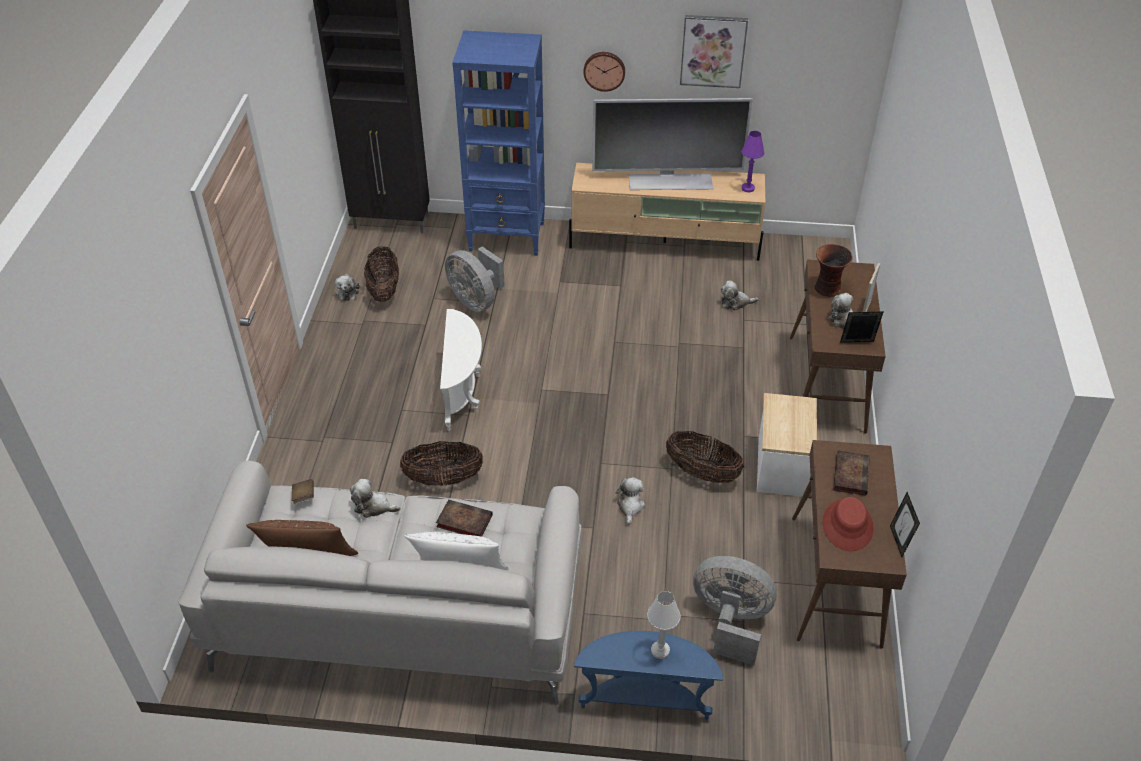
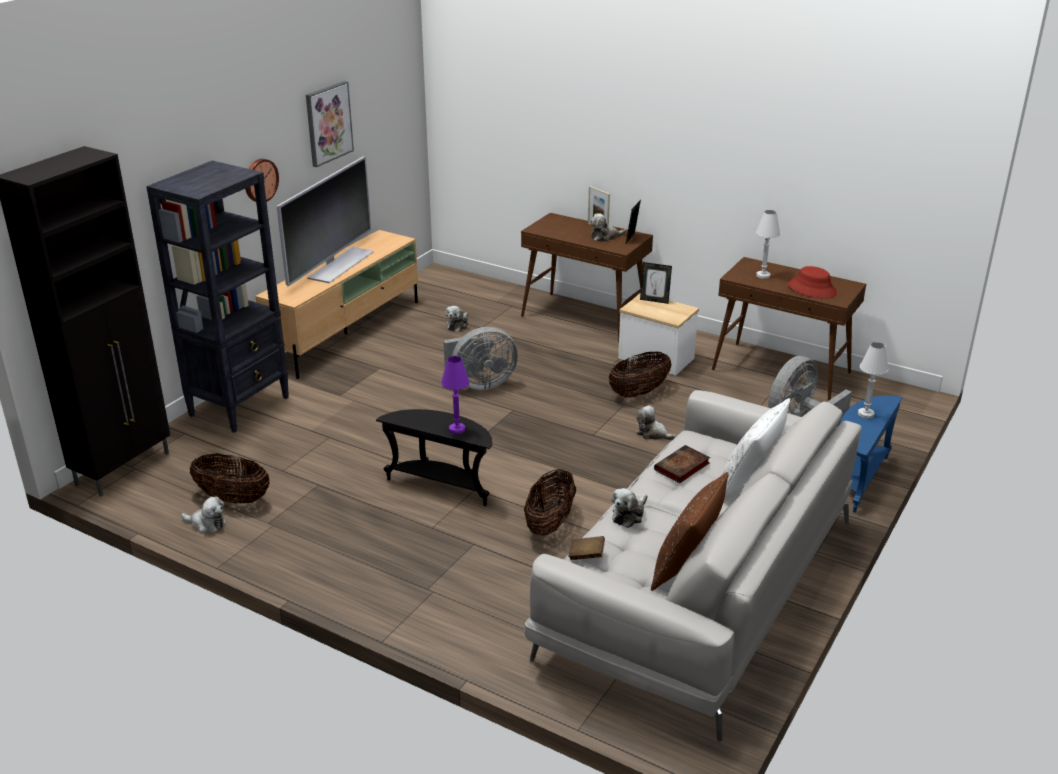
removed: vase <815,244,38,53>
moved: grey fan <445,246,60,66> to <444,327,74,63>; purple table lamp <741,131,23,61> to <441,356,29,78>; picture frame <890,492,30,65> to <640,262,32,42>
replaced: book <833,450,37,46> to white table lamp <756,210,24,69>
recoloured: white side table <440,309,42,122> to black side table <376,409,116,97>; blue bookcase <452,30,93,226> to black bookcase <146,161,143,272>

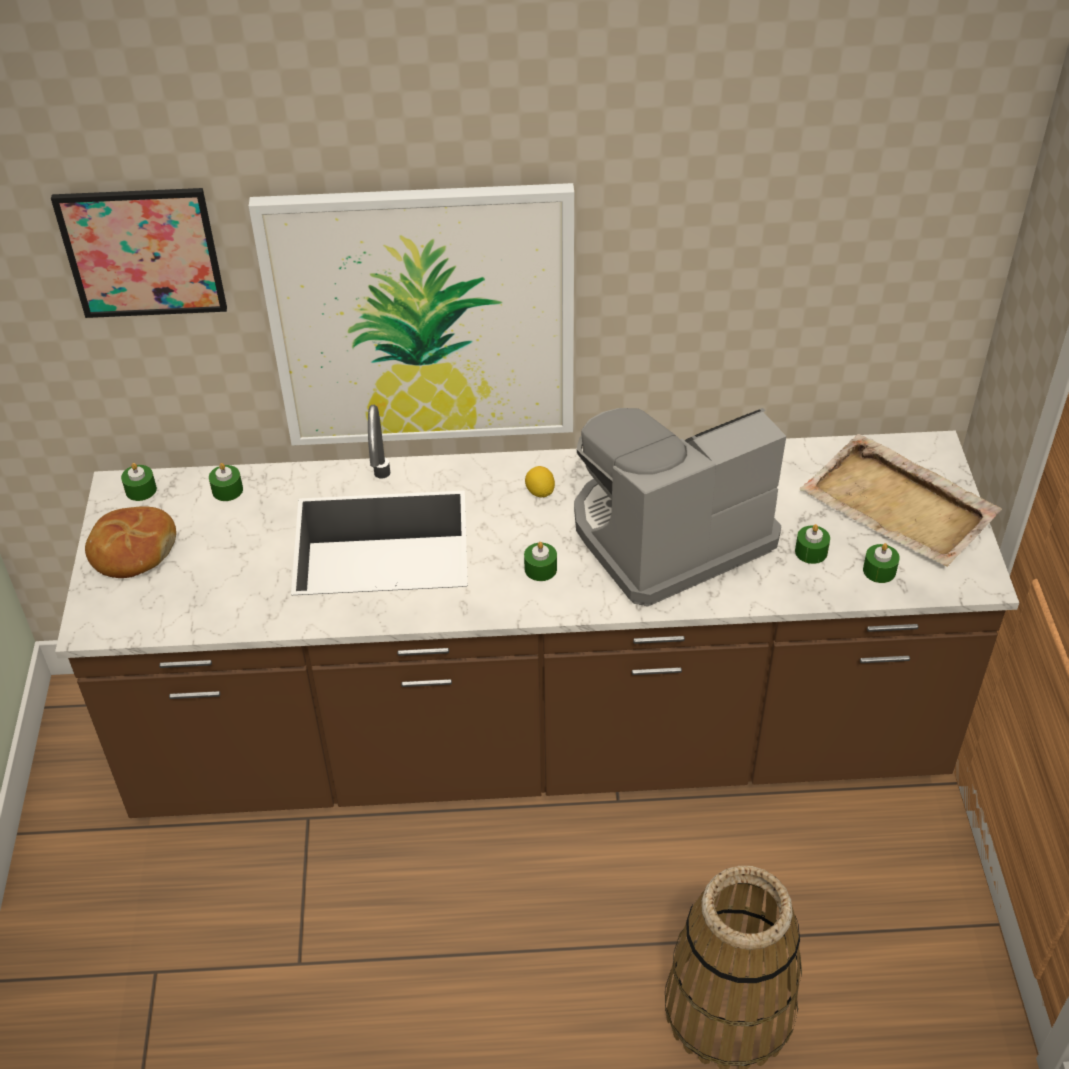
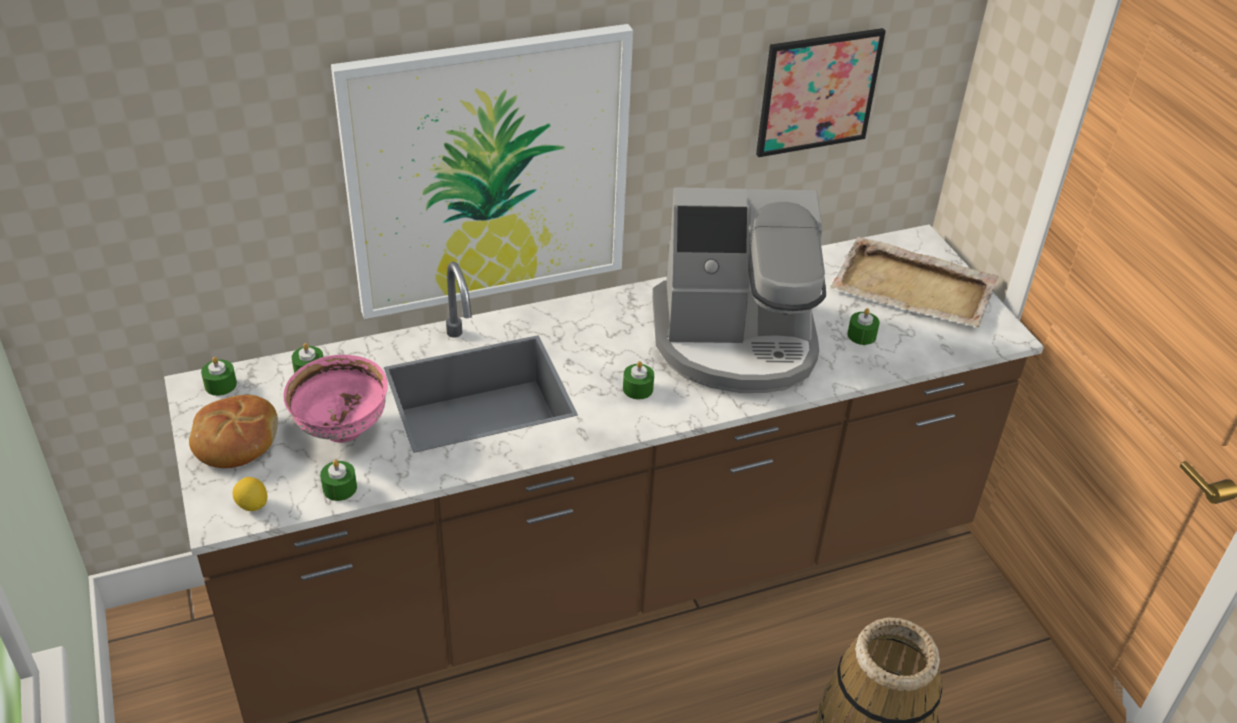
added: pink bowl <284,355,104,88>
moved: picture <51,188,176,130> to <756,28,130,129>; lemon <525,466,30,31> to <233,477,34,34>; green candle <863,543,37,40> to <320,460,37,41>
turned: coffee machine <574,408,212,199> = <652,187,174,206> 135 degrees counterclockwise

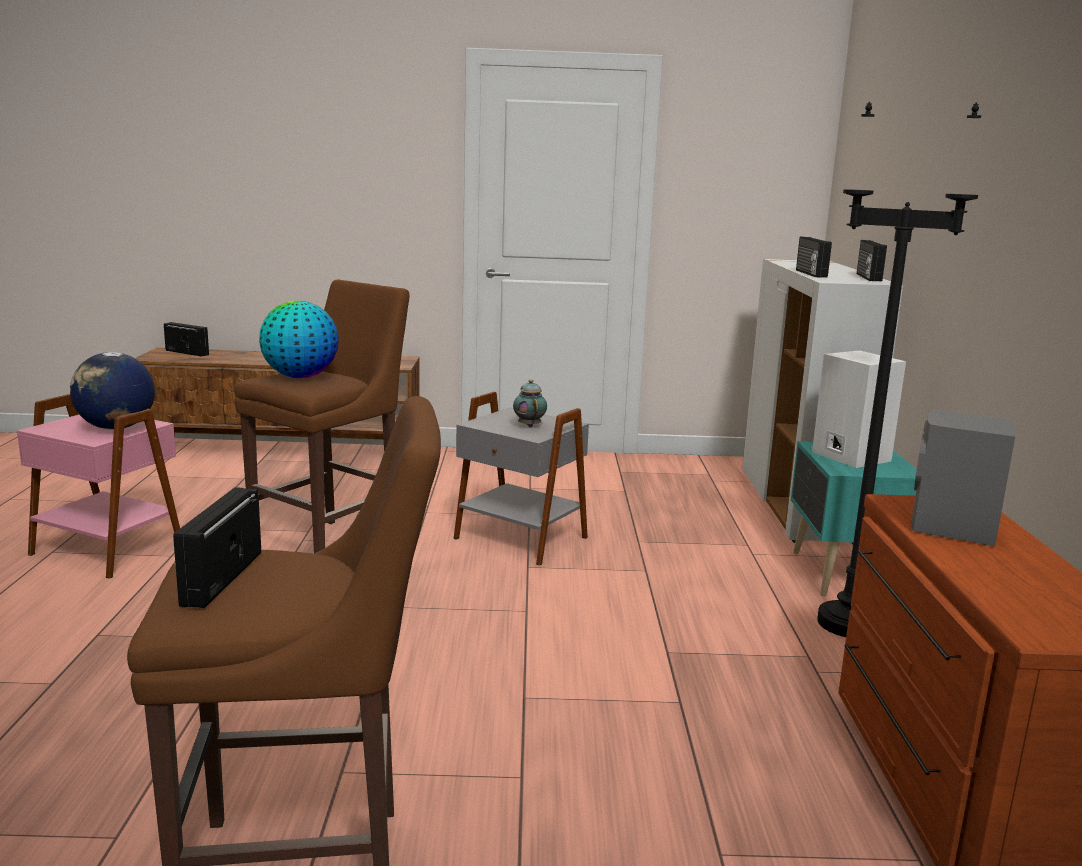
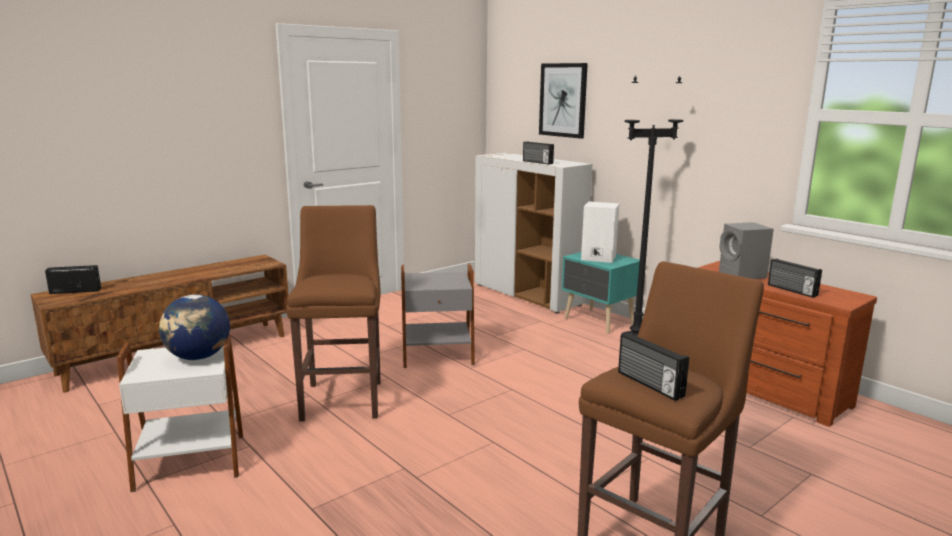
removed: globe <259,301,80,77>; teapot <513,379,34,48>
added: picture <539,63,49,76>
moved: radio <857,240,30,41> to <768,259,54,39>
recoloured: pink side table <17,394,163,185> to white side table <117,334,126,158>

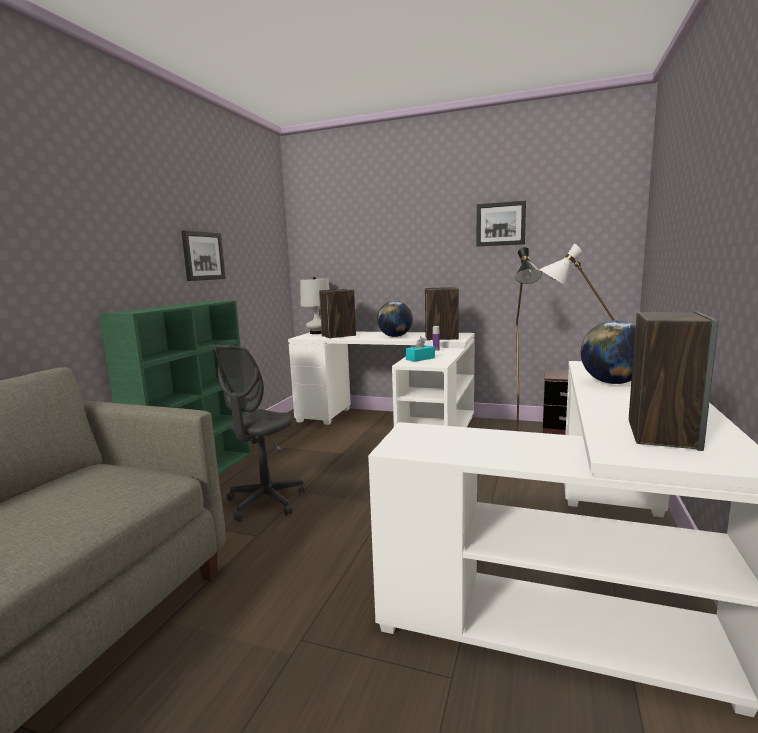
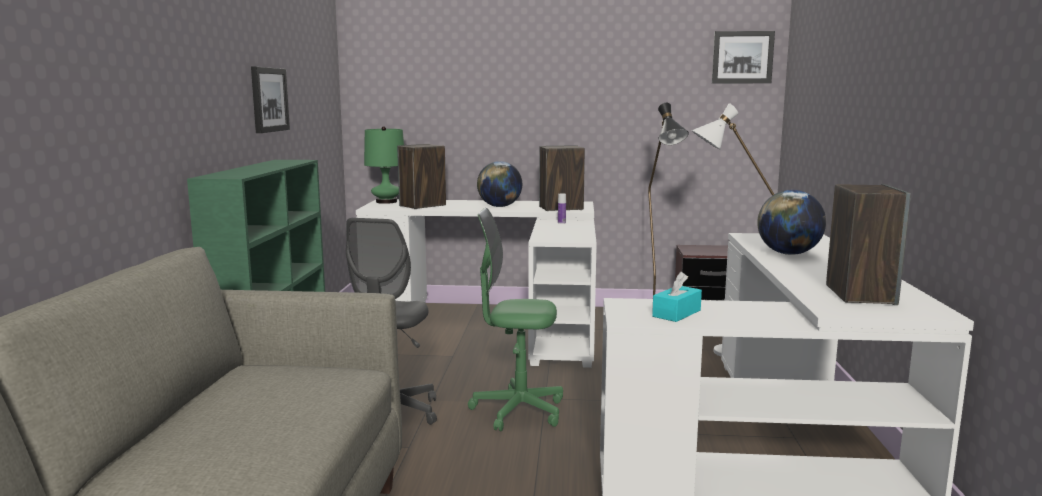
added: green office chair <468,208,95,223>
moved: turquoise tissue box <406,336,29,26> to <652,272,50,50>; picture <476,201,50,46> to <712,31,63,52>
recoloured: white table lamp <300,277,30,57> to green table lamp <364,126,40,78>

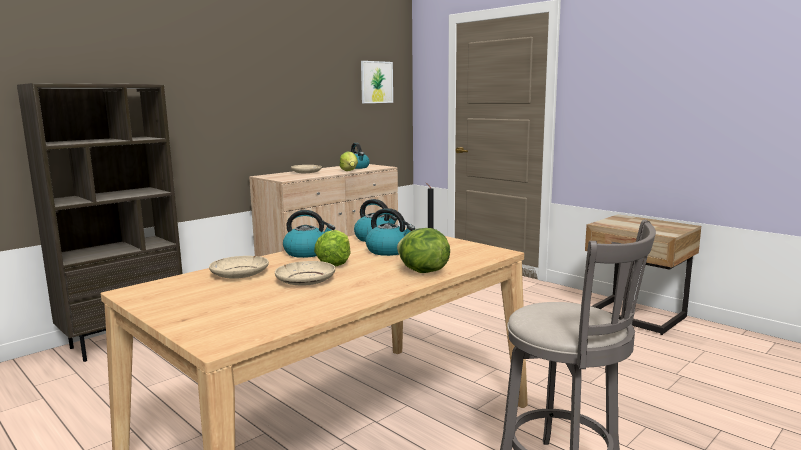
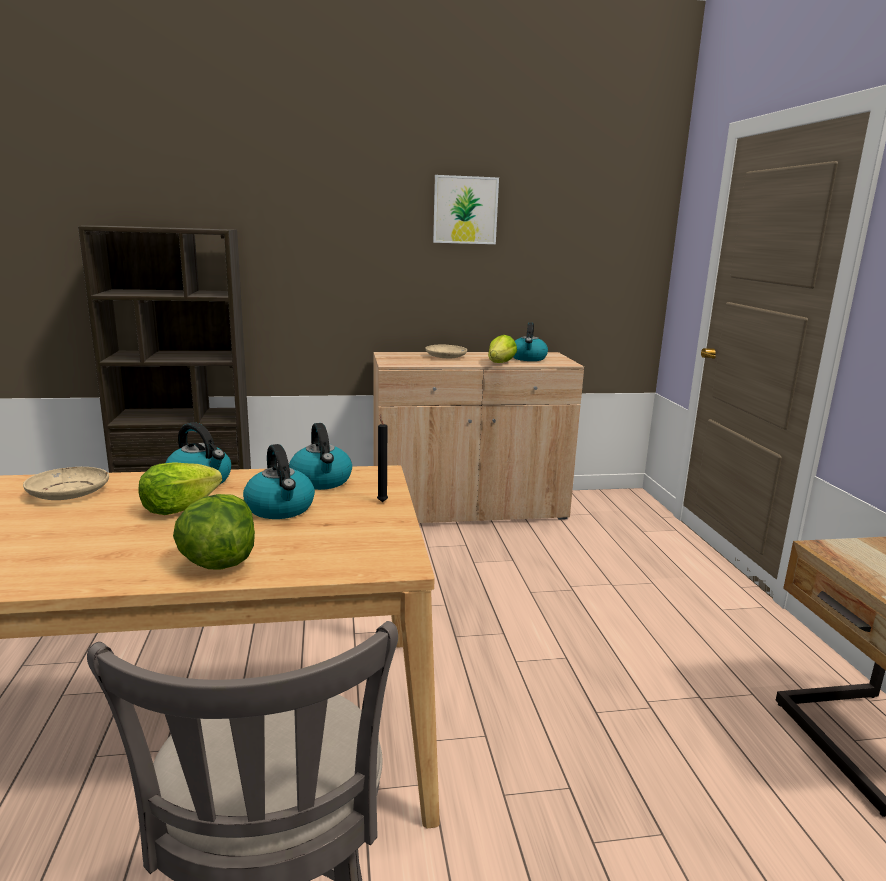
removed: beige plate <275,261,60,25>
moved: picture <361,61,32,42> to <433,175,66,69>

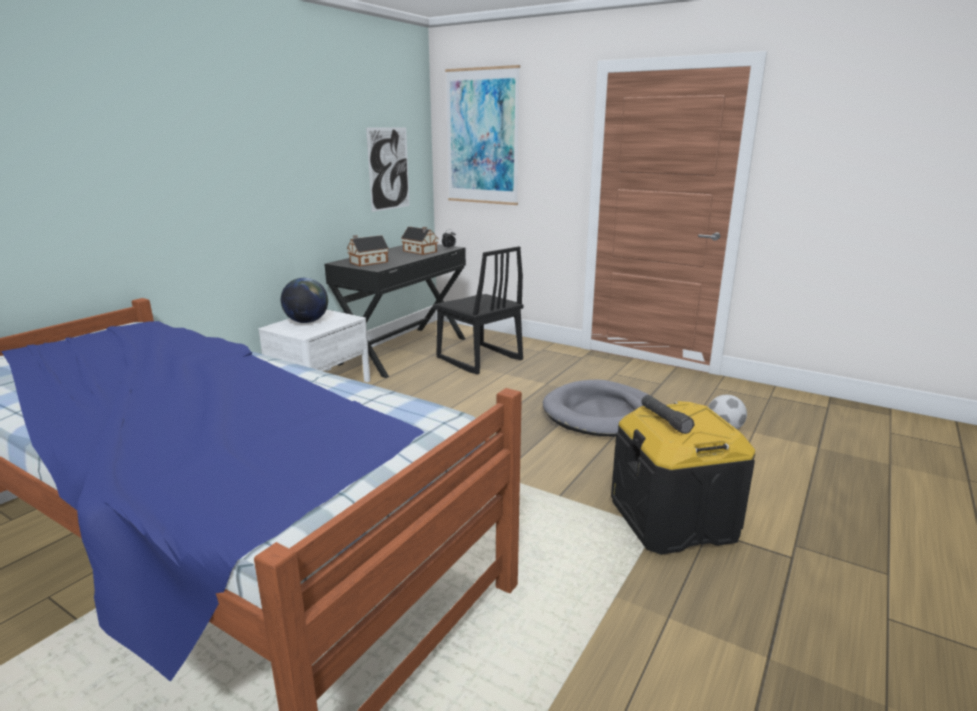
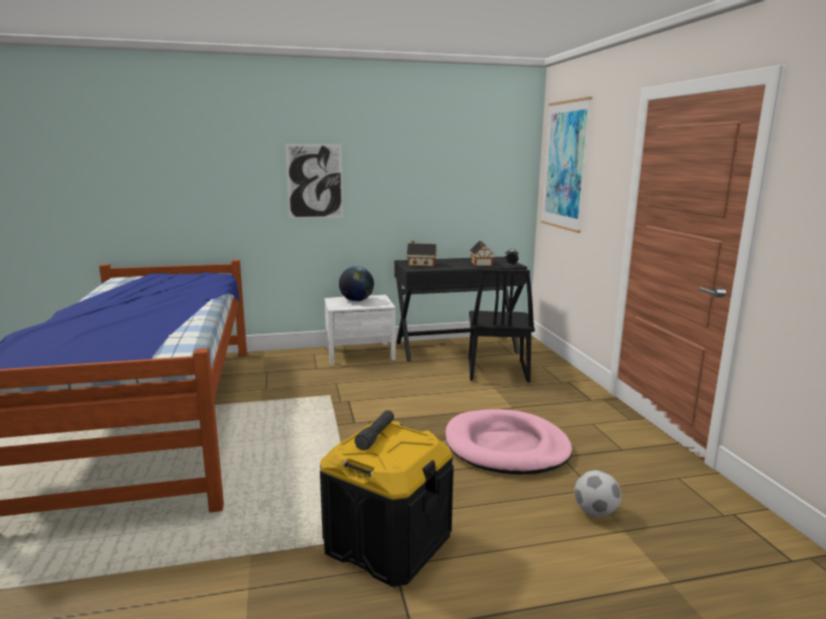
moved: picture <366,128,44,84> to <285,144,58,75>
recoloured: grey dog bed <543,379,106,58> to pink dog bed <445,409,127,66>

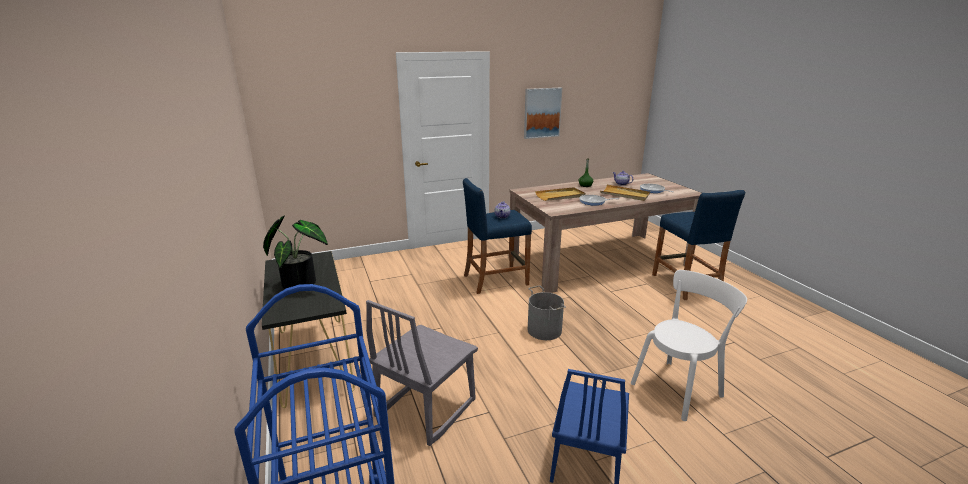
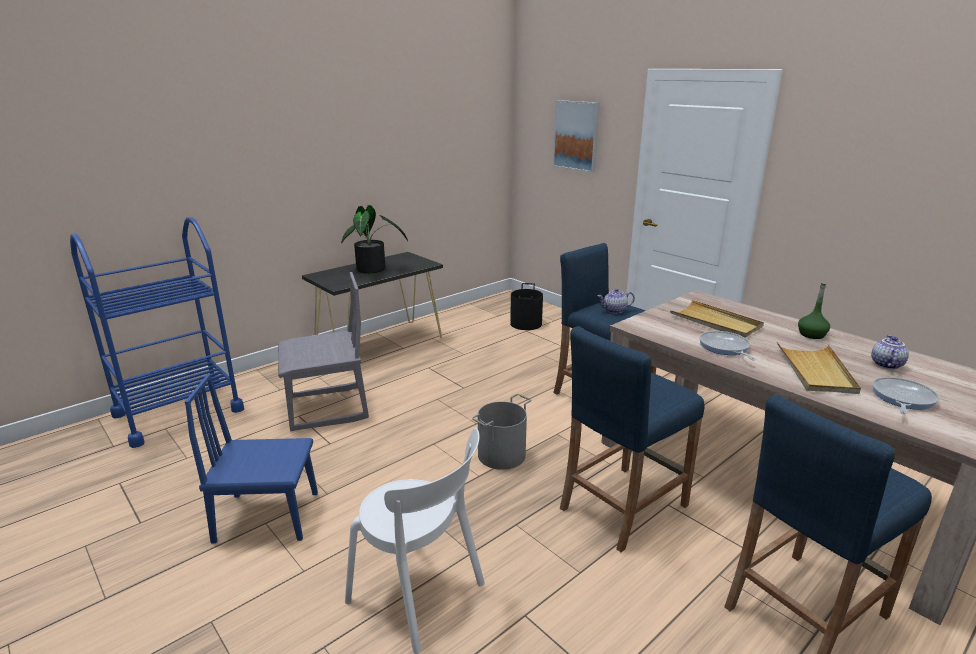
added: black bucket <510,283,33,47>; blue stool <560,326,144,226>
moved: picture <524,88,38,51> to <553,100,47,72>
turned: grey chair <366,300,112,146> = <278,272,91,159> 150 degrees clockwise

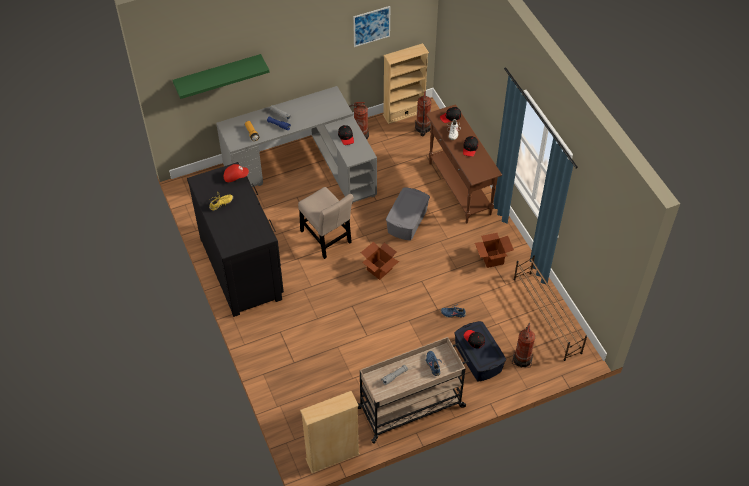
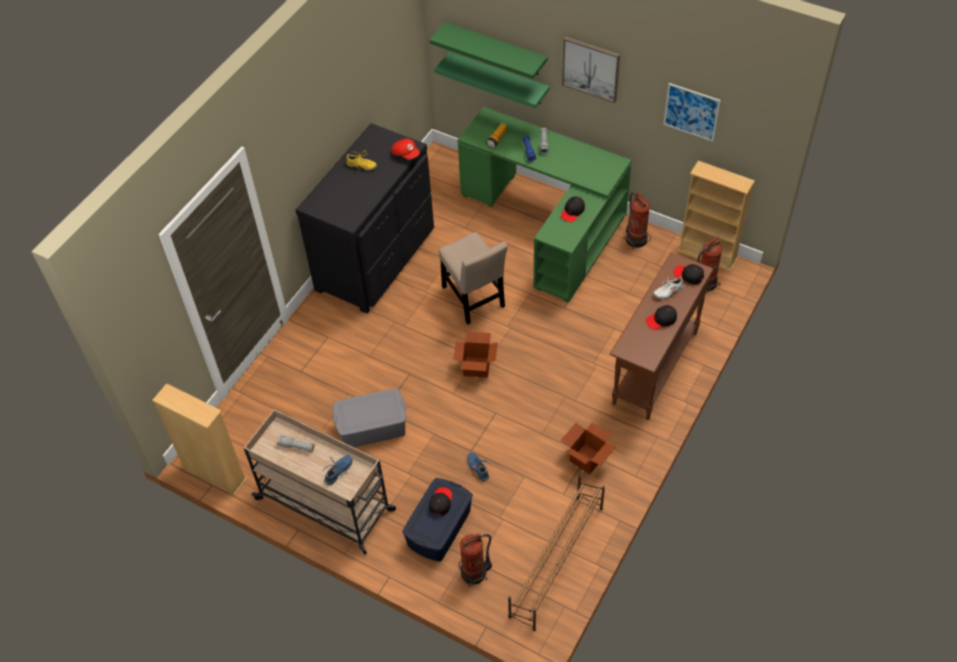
added: green shelf <434,51,116,57>; picture <562,37,58,66>
moved: grey storage box <386,187,44,54> to <333,388,73,59>
recoloured: grey desk <216,86,161,118> to green desk <457,107,175,196>
turned: beige chair <298,187,56,72> = <439,232,69,93> 45 degrees counterclockwise

